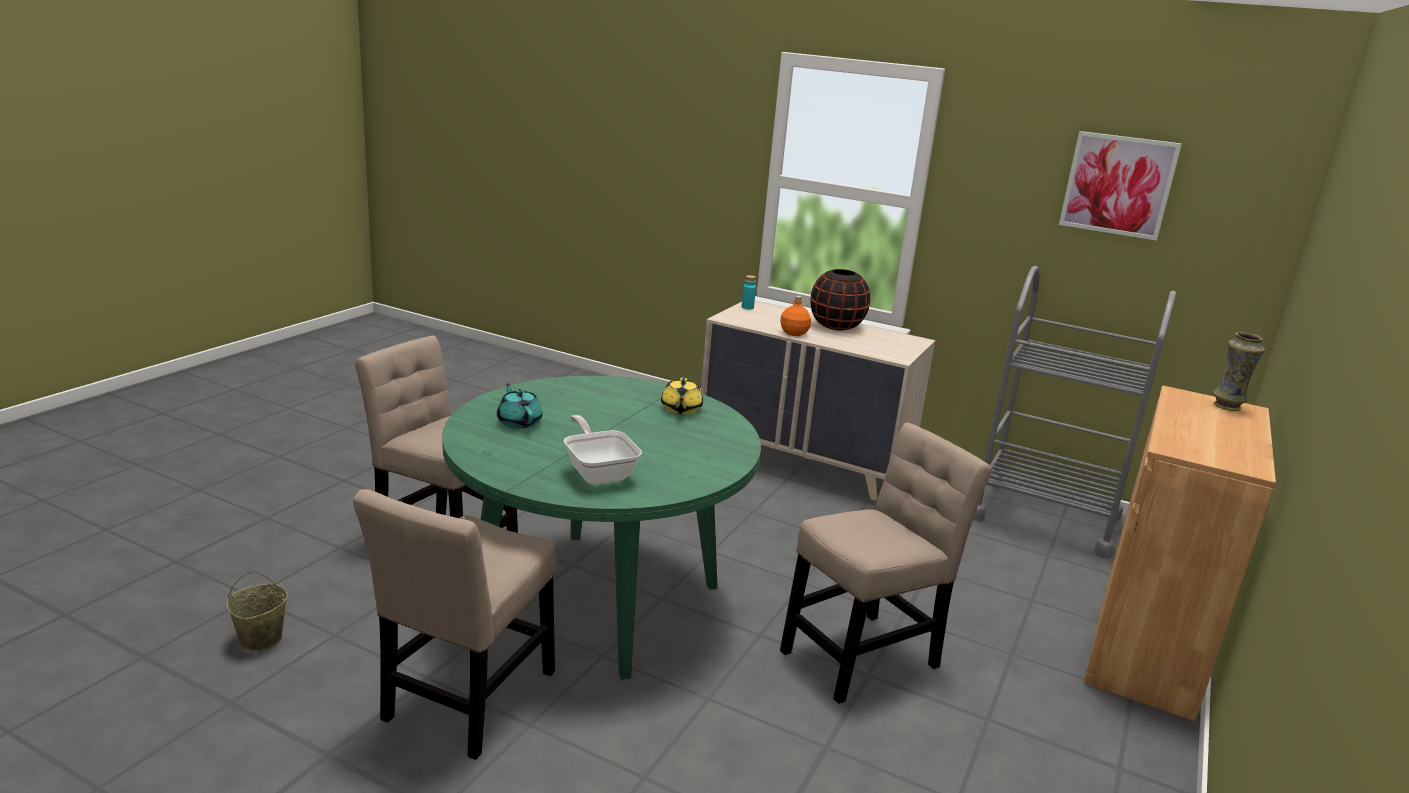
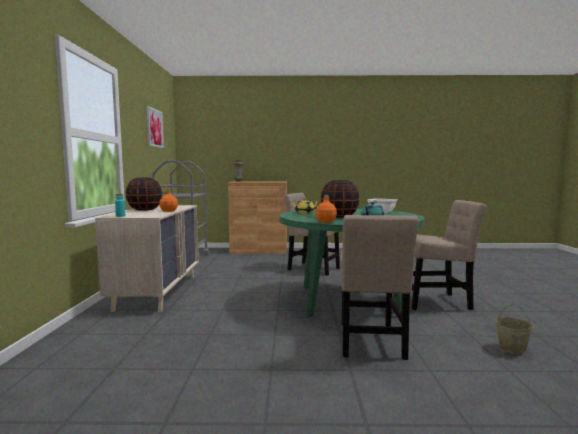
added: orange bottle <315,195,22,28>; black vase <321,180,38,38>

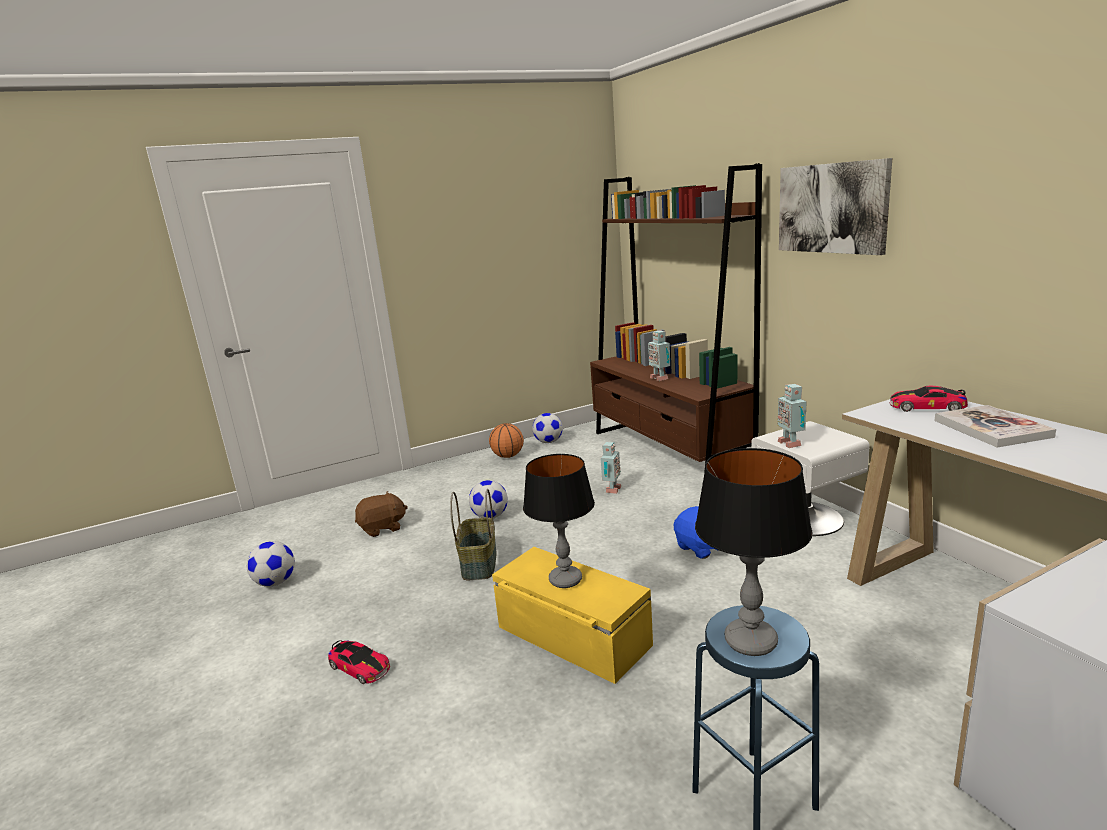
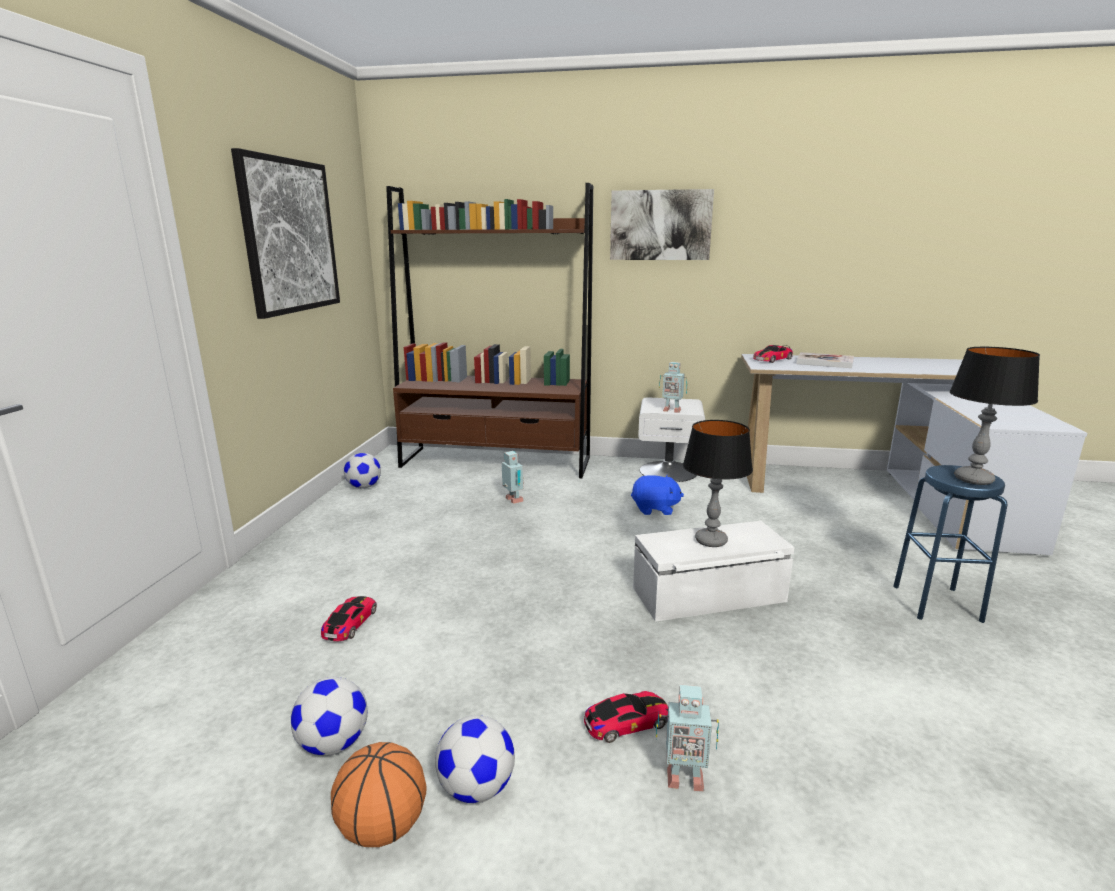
removed: basket <450,489,47,91>
added: picture <231,148,109,171>
moved: football <469,480,39,38> to <435,715,80,88>; basketball <489,423,35,35> to <331,742,96,105>; toy robot <648,331,22,50> to <656,684,63,108>
replaced: brown plush toy <355,491,53,46> to toy car <321,596,56,45>
recoloured: yellow storage box <492,547,161,137> to white storage box <633,521,161,101>

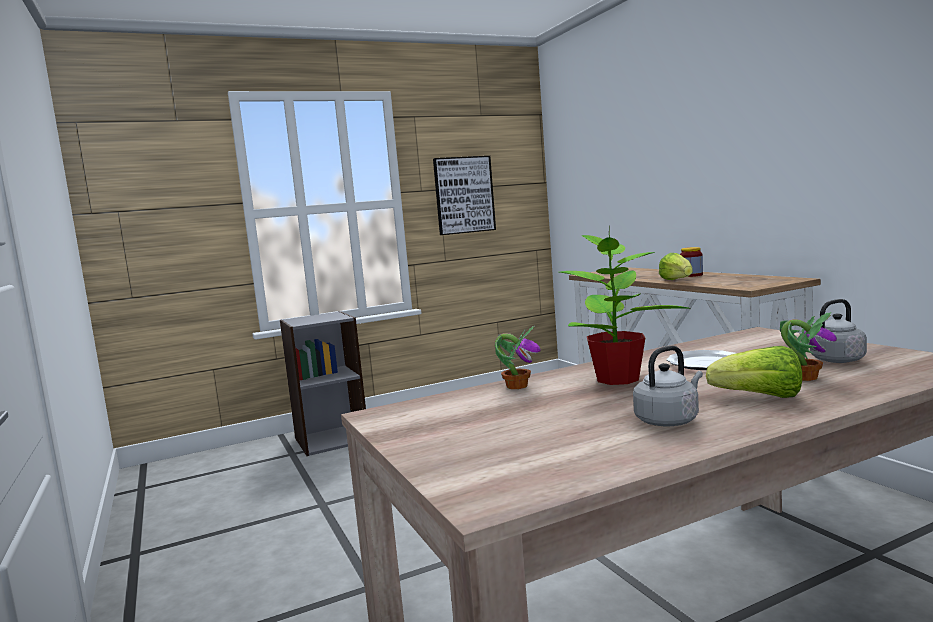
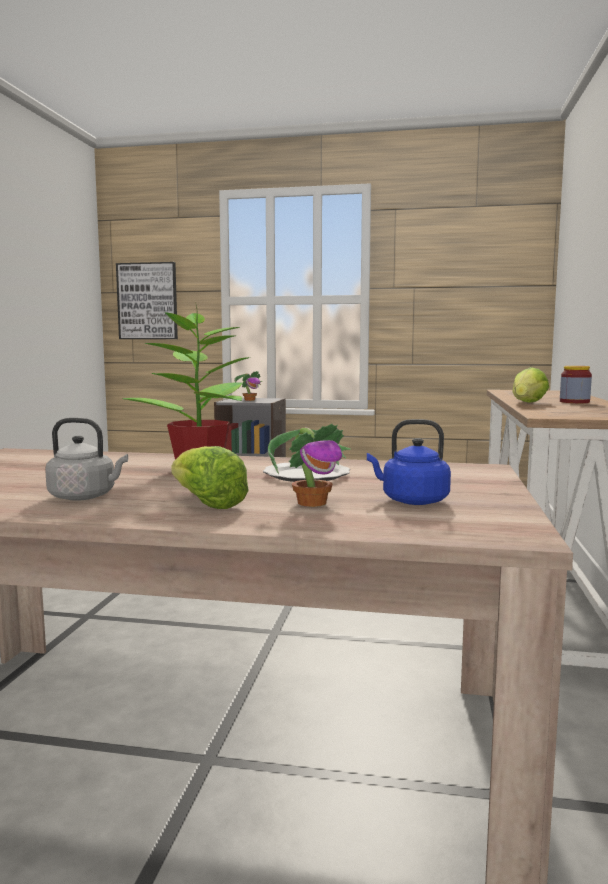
moved: picture <433,156,63,79> to <116,262,62,77>; potted plant <495,326,46,63> to <234,371,29,30>
recoloured: grey kettle <809,299,58,64> to blue kettle <367,419,84,86>

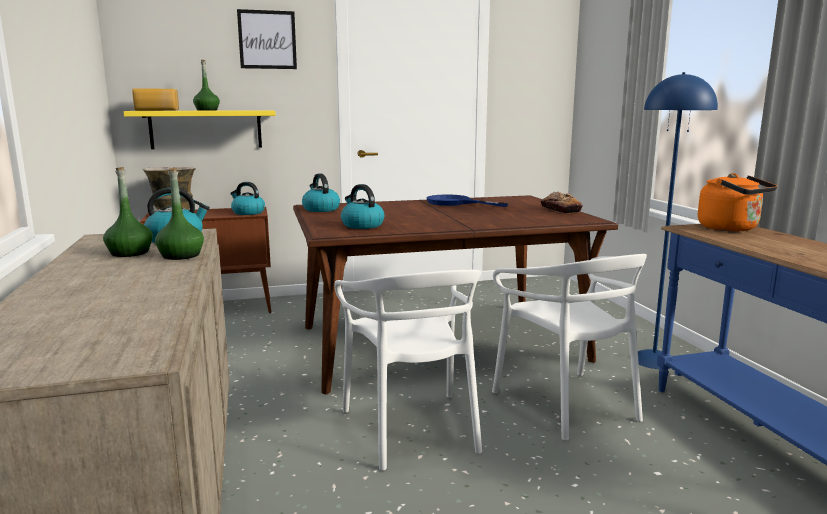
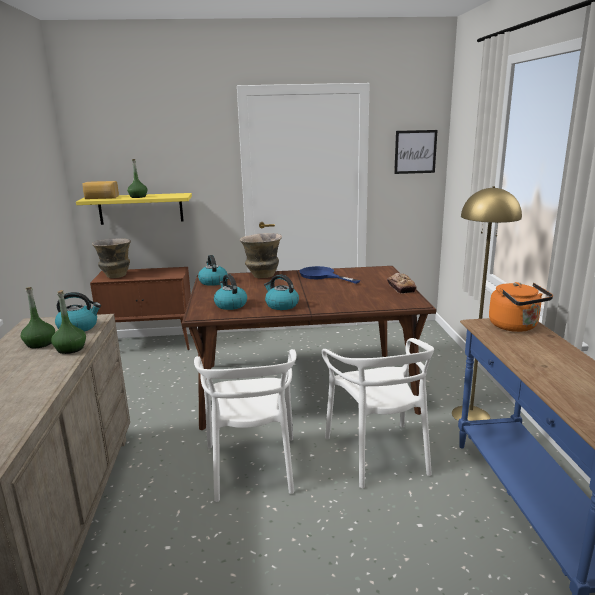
added: vase <239,233,43,45>
moved: kettle <230,182,35,33> to <264,274,35,36>; picture <237,9,60,60> to <394,130,44,44>
recoloured: blue floor lamp <638,72,80,297> to yellow floor lamp <452,186,70,235>

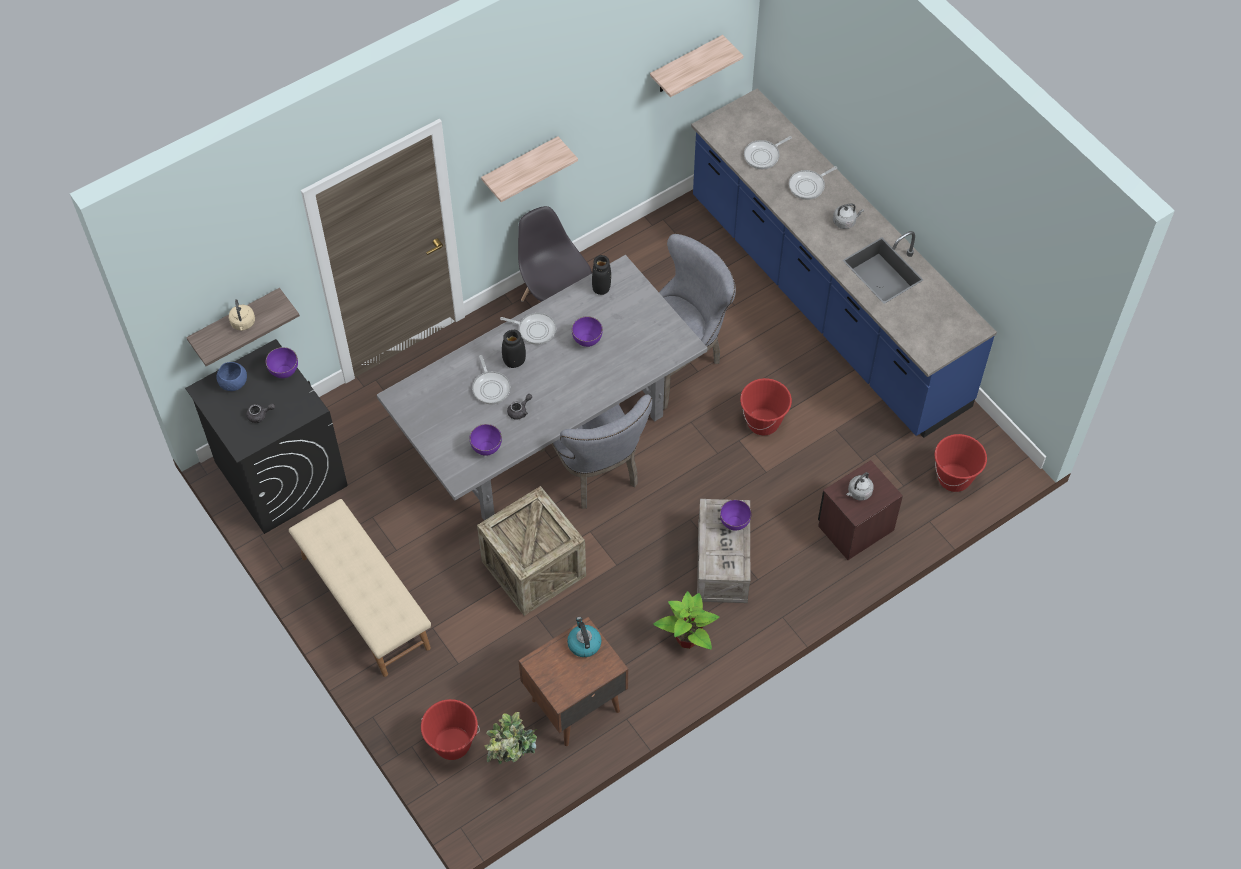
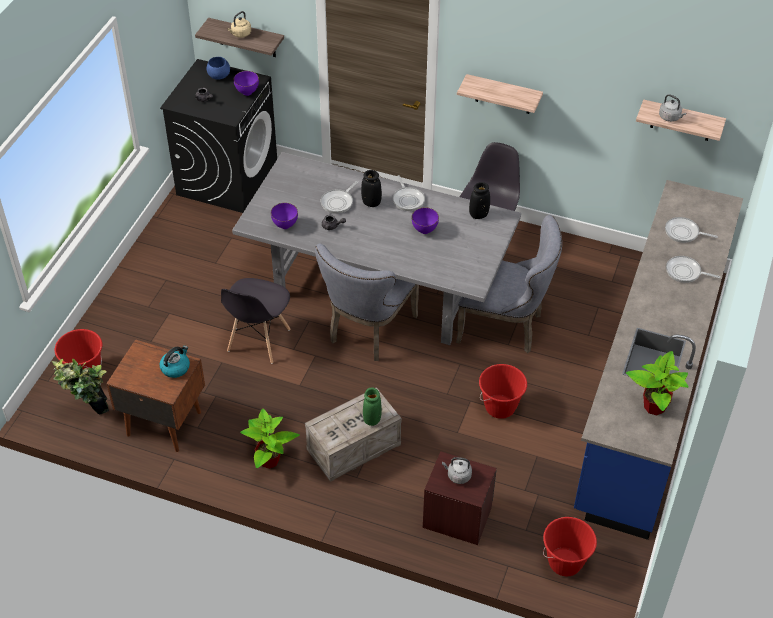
removed: beige bench <289,499,142,178>
added: potted plant <626,351,63,65>
moved: grey kettle <833,203,31,26> to <659,94,27,28>
replaced: crate <477,486,109,130> to grey chair <221,278,69,86>; purple bowl <720,499,32,32> to green vase <363,387,19,39>

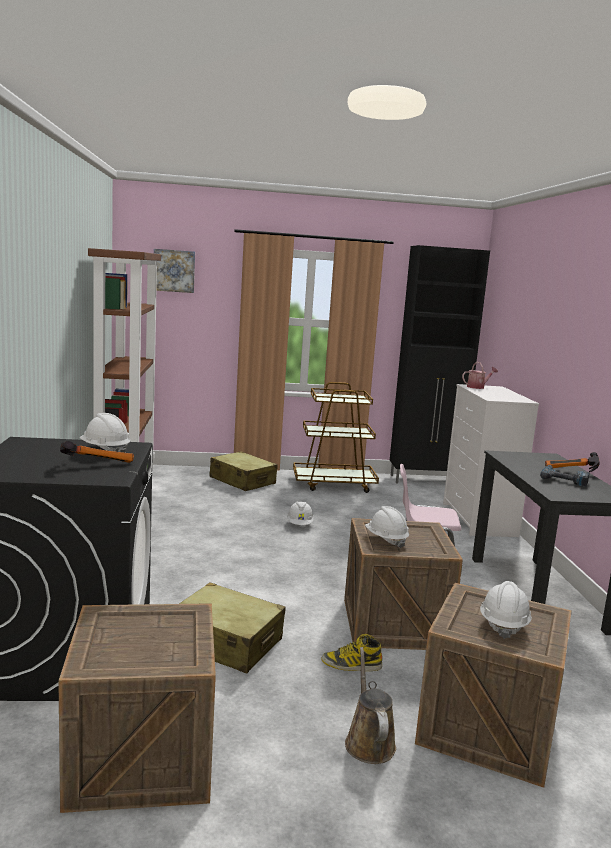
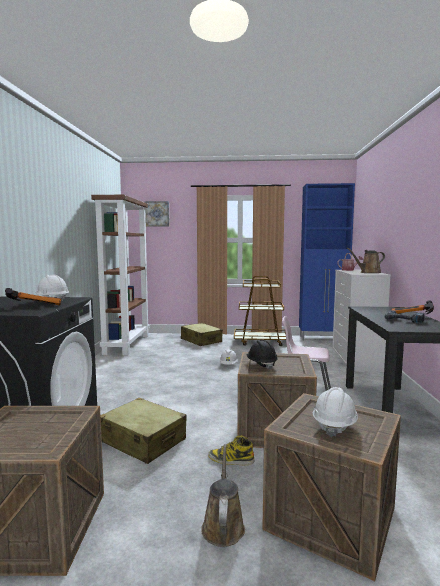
added: brown watering can <347,248,38,25>
recoloured: white hard hat <365,506,44,42> to black hard hat <246,339,32,31>; black cabinet <390,245,100,239> to blue cabinet <299,183,56,158>

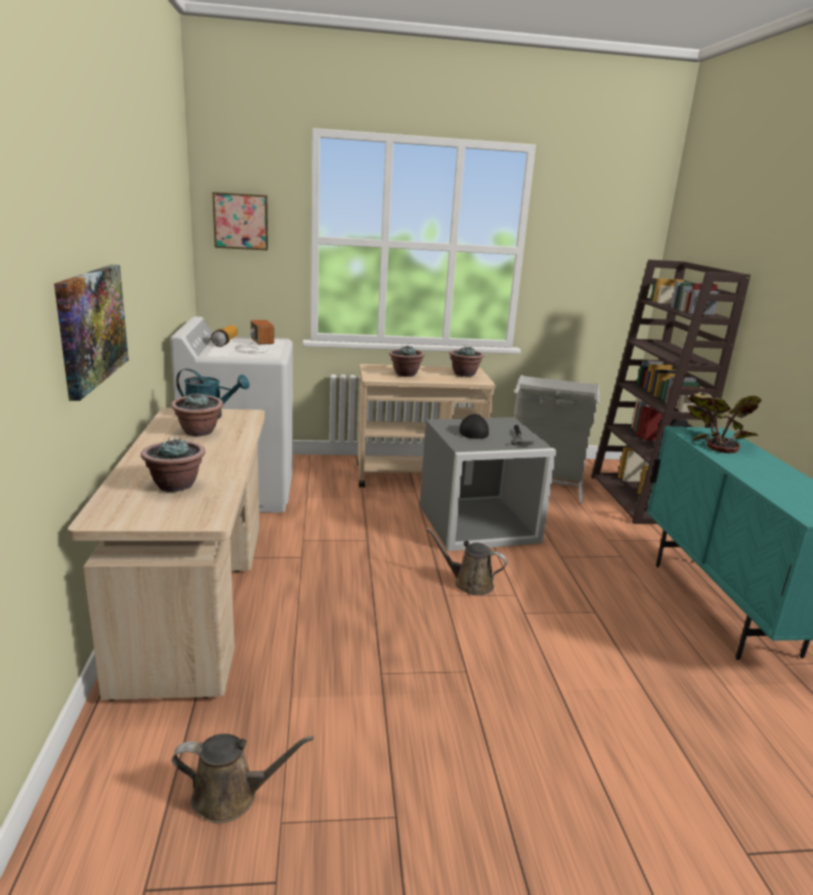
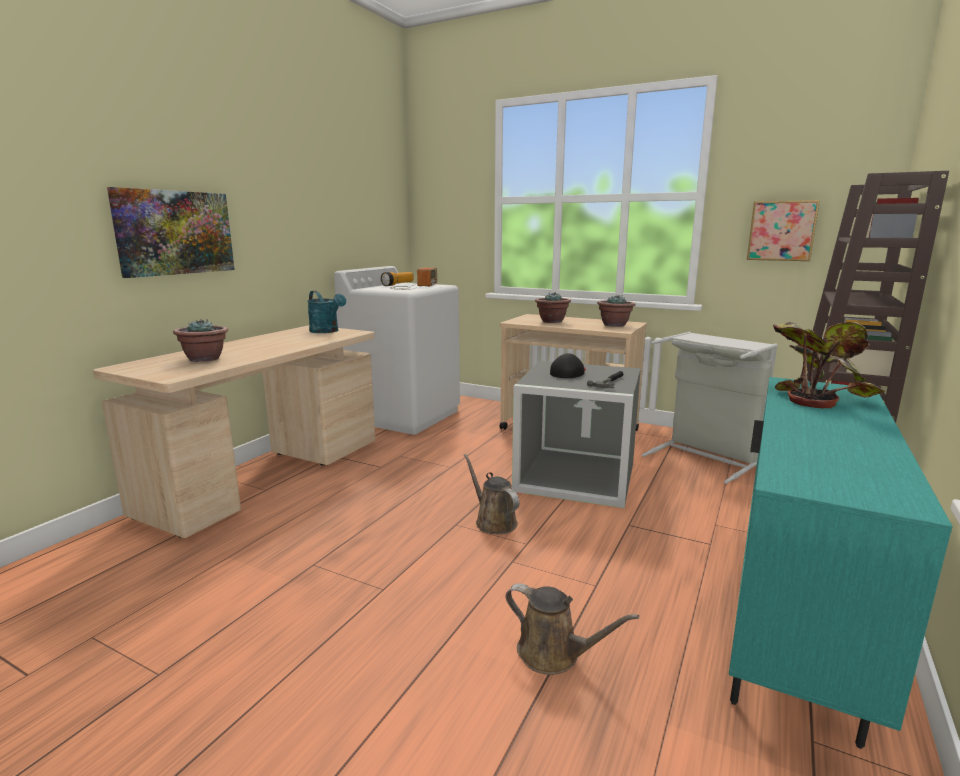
removed: potted plant <171,393,52,43>
moved: brown watering can <172,734,141,90> to <505,583,134,92>; picture <212,192,56,58> to <747,200,73,61>

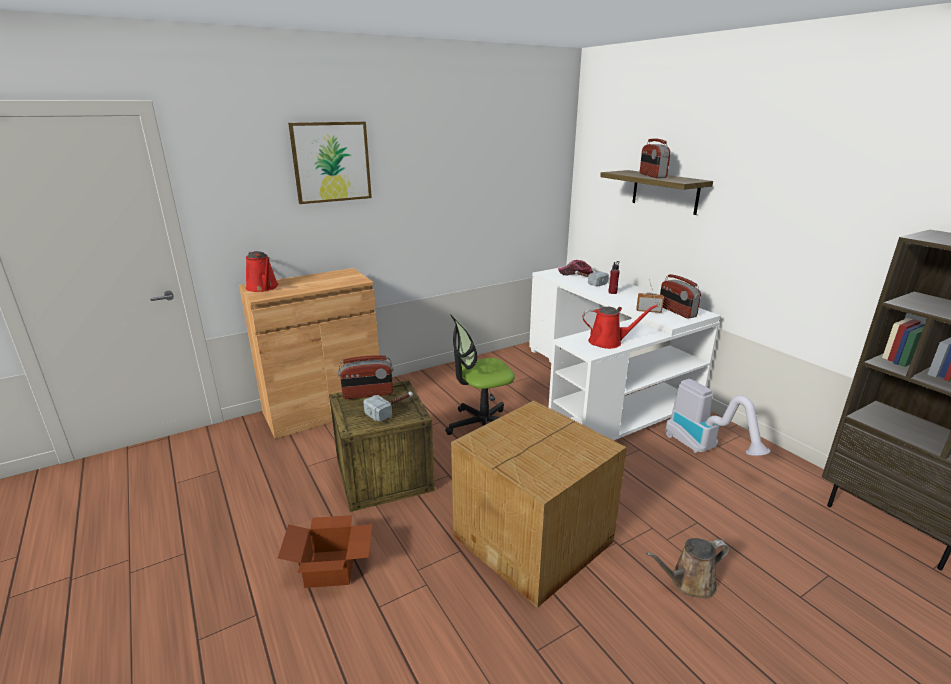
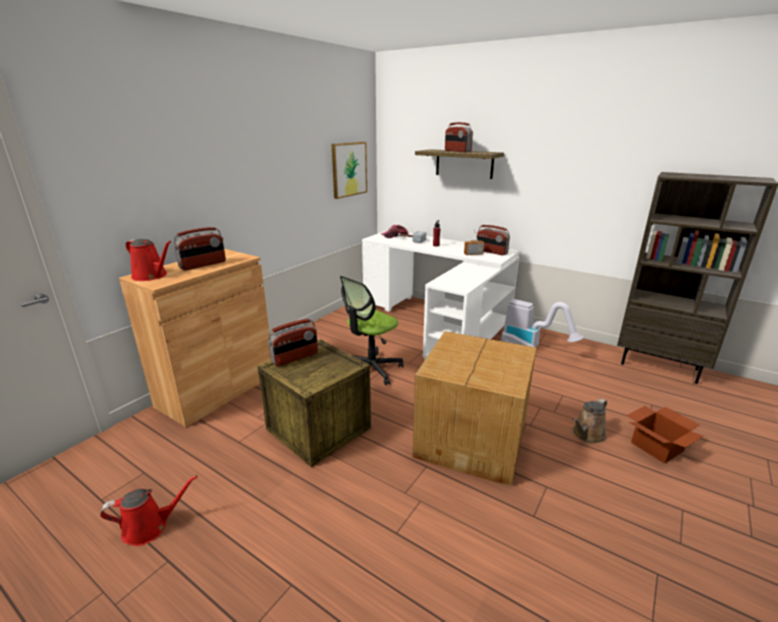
removed: hammer <363,392,50,30>
added: radio <173,227,53,44>
moved: cardboard box <278,515,94,73> to <627,406,76,58>; picture <288,122,84,82> to <332,142,35,57>; red watering can <582,305,76,44> to <100,475,98,71>

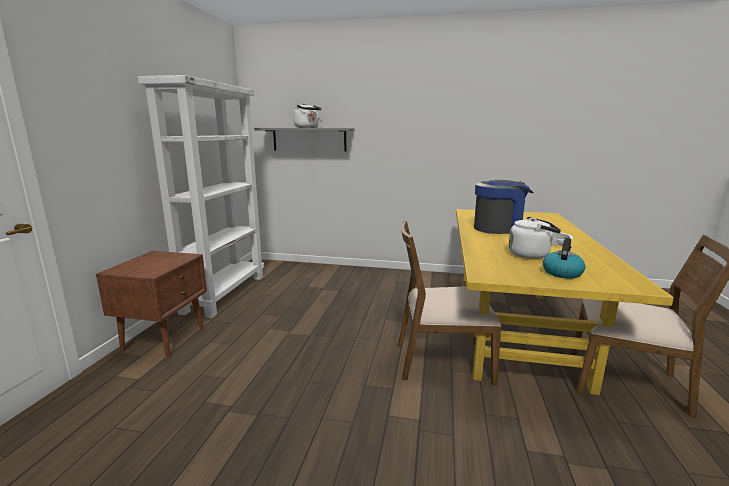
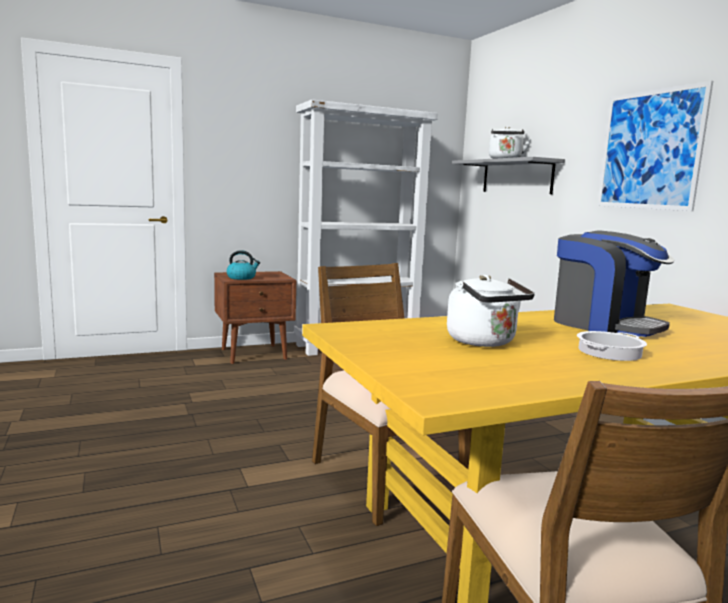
added: picture <597,81,116,130>
moved: kettle <543,238,43,41> to <226,250,34,30>

